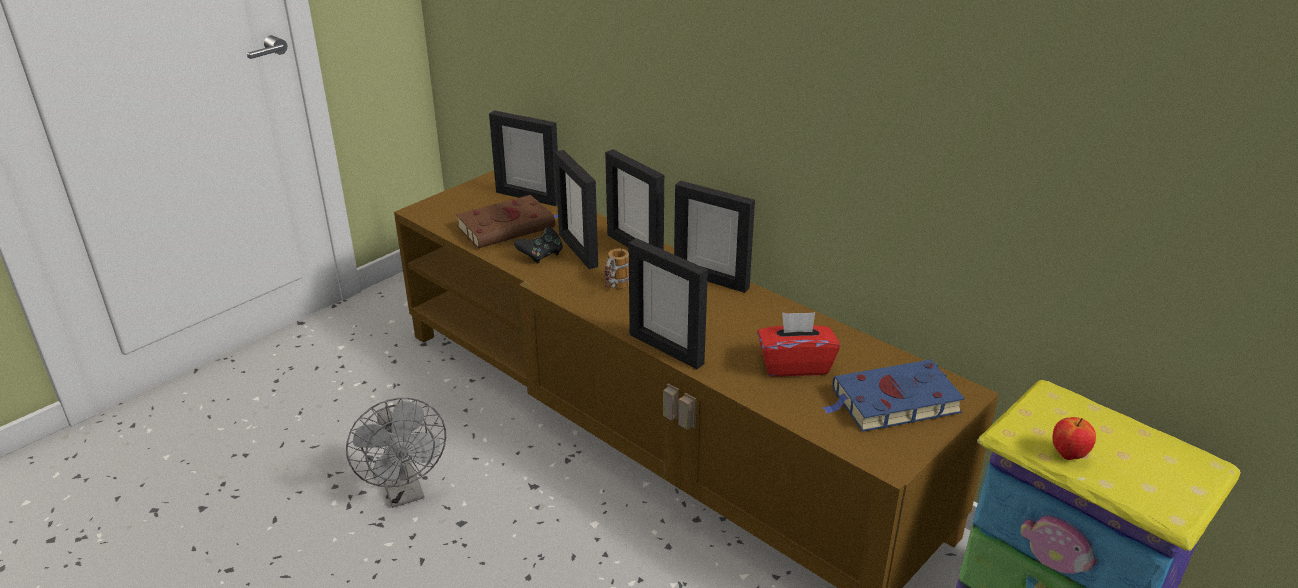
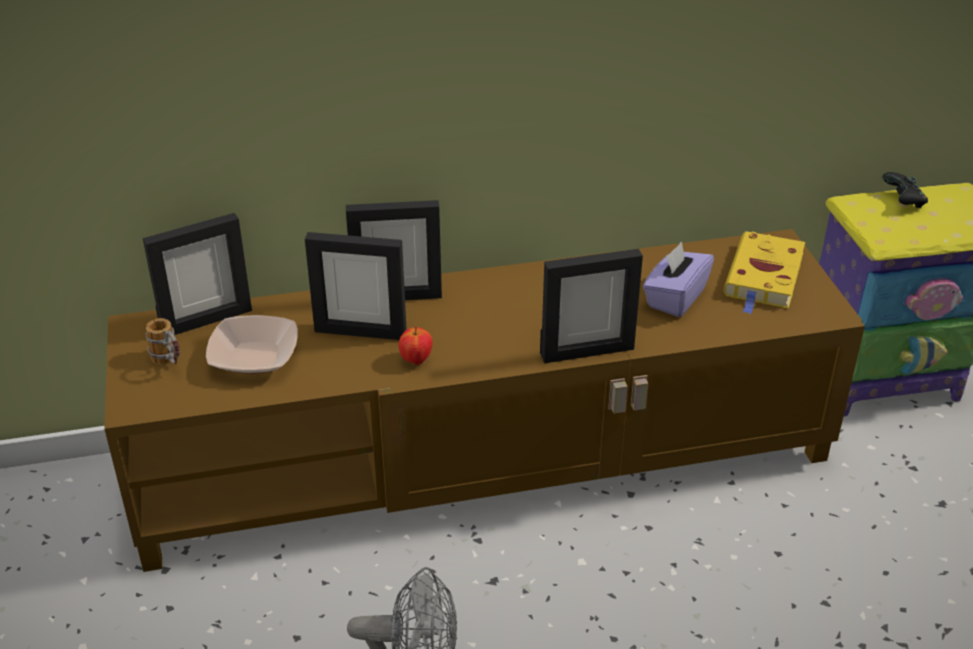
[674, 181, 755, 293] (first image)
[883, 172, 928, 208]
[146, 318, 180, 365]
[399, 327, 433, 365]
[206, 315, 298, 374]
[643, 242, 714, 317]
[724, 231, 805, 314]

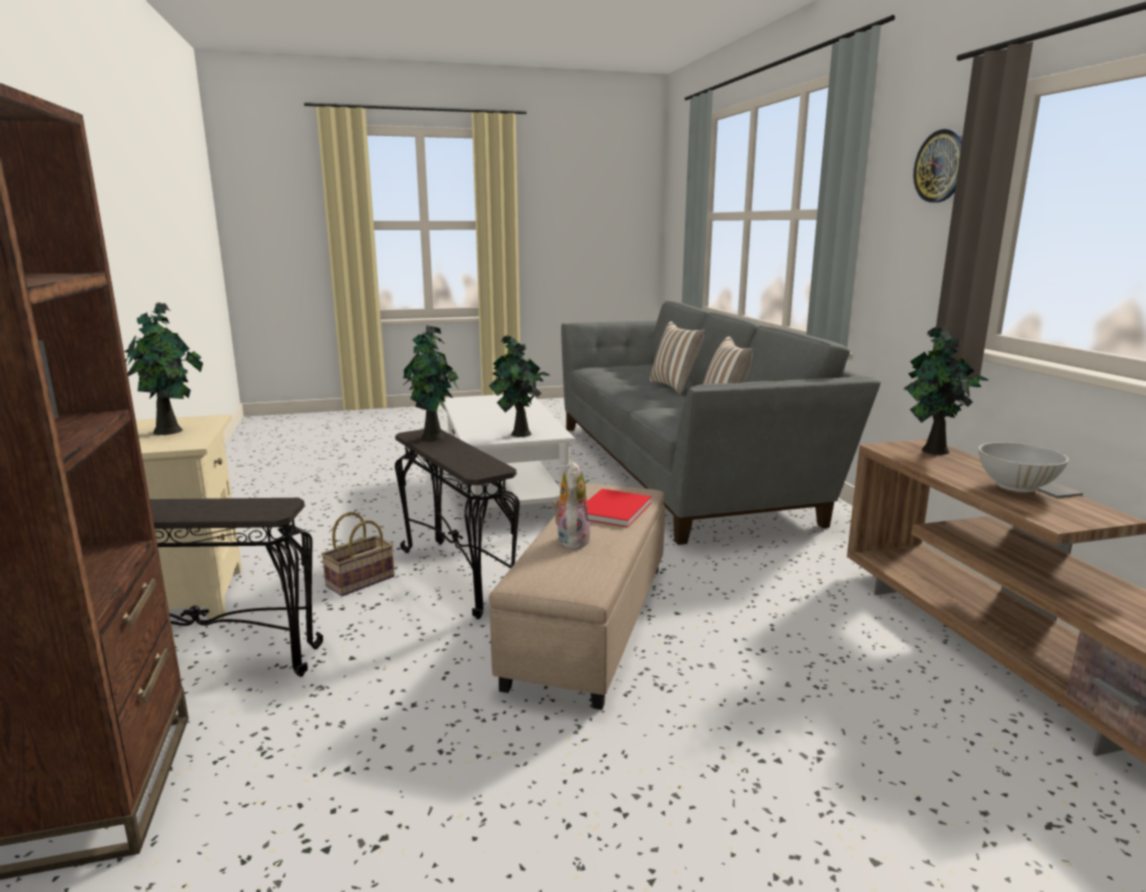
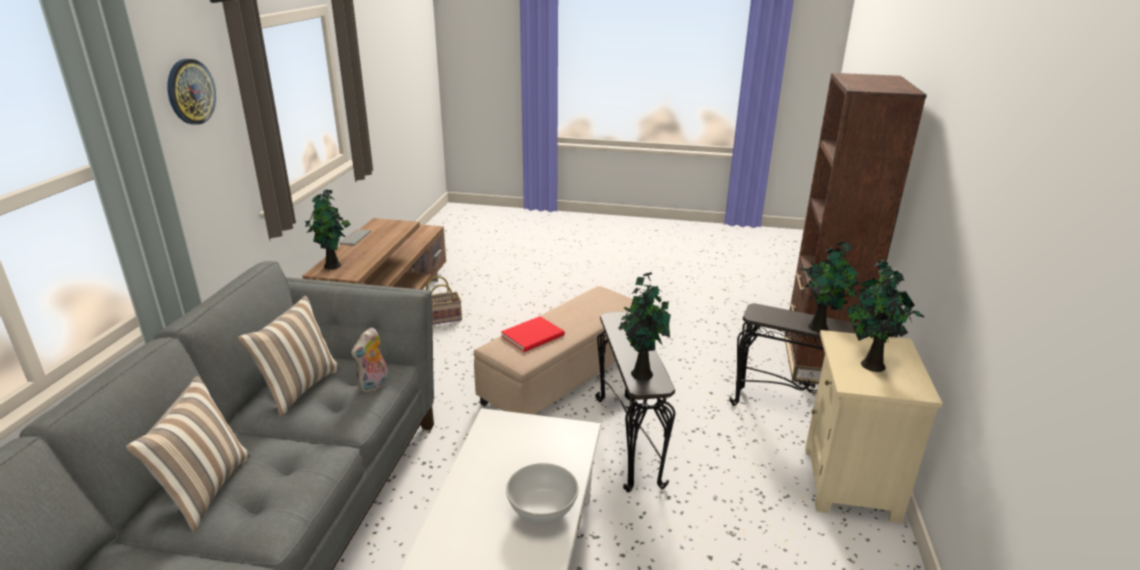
[426, 276, 462, 325]
[799, 242, 859, 332]
[351, 327, 389, 393]
[506, 463, 579, 524]

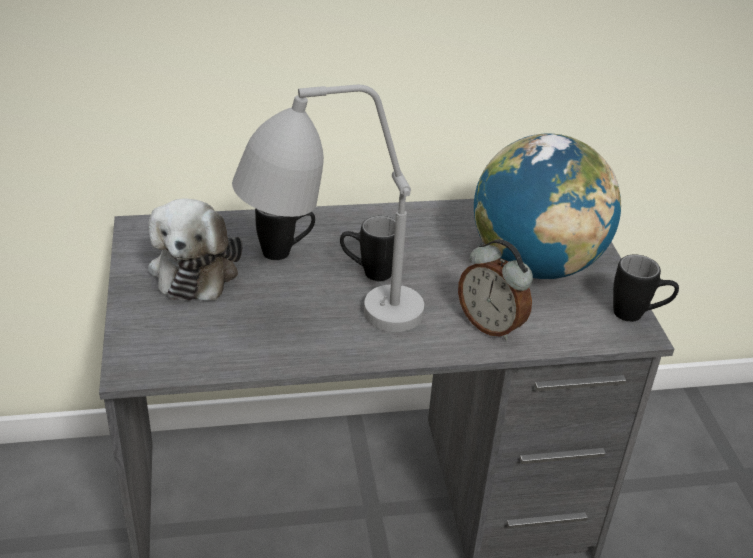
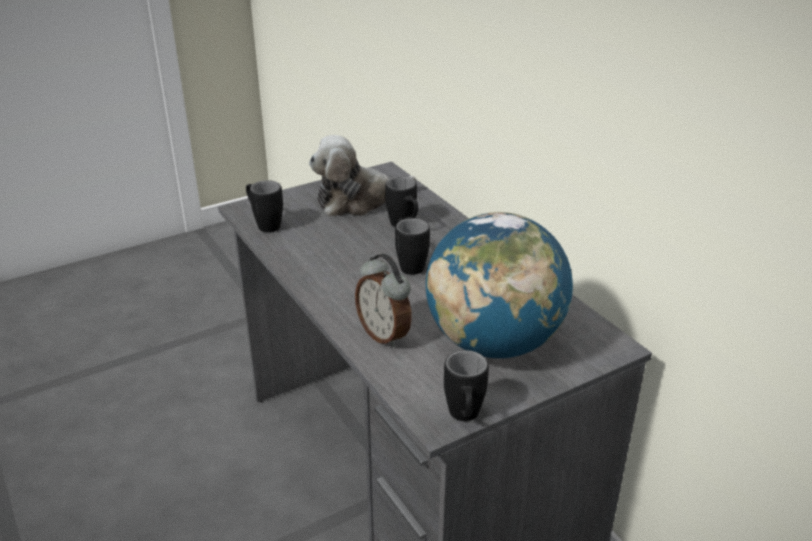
[232, 85, 424, 332] (first image)
[246, 180, 283, 233]
[355, 254, 412, 348]

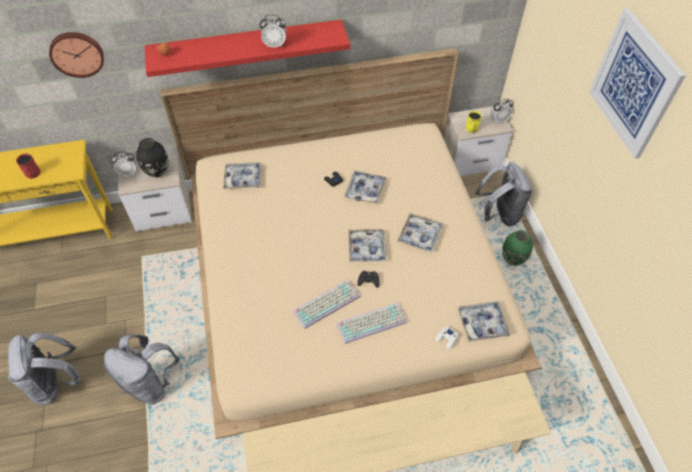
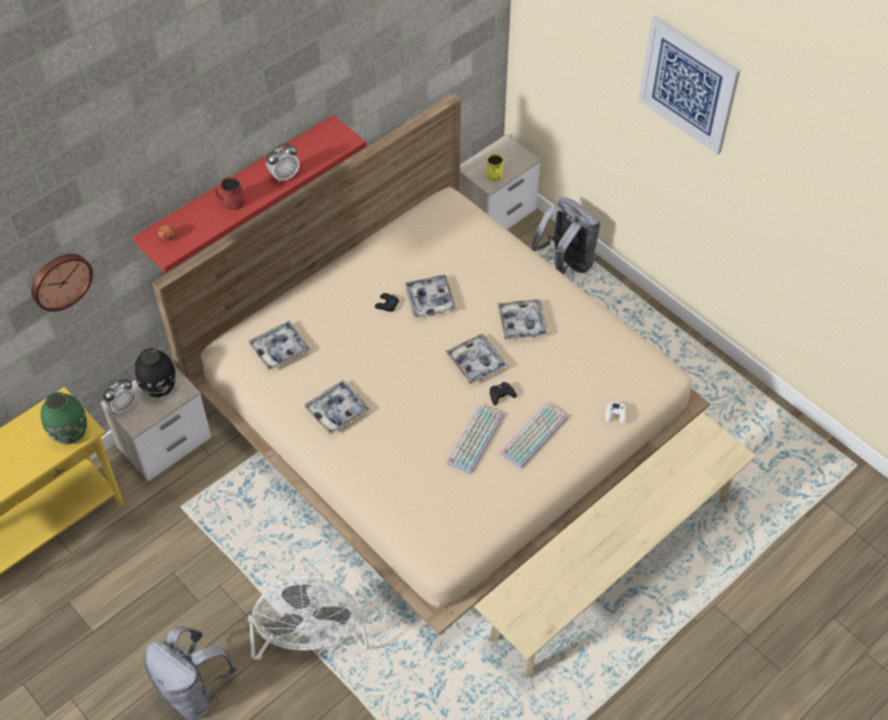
[490, 99, 513, 124] (first image)
[215, 177, 244, 210]
[304, 380, 370, 435]
[40, 392, 87, 445]
[249, 574, 369, 660]

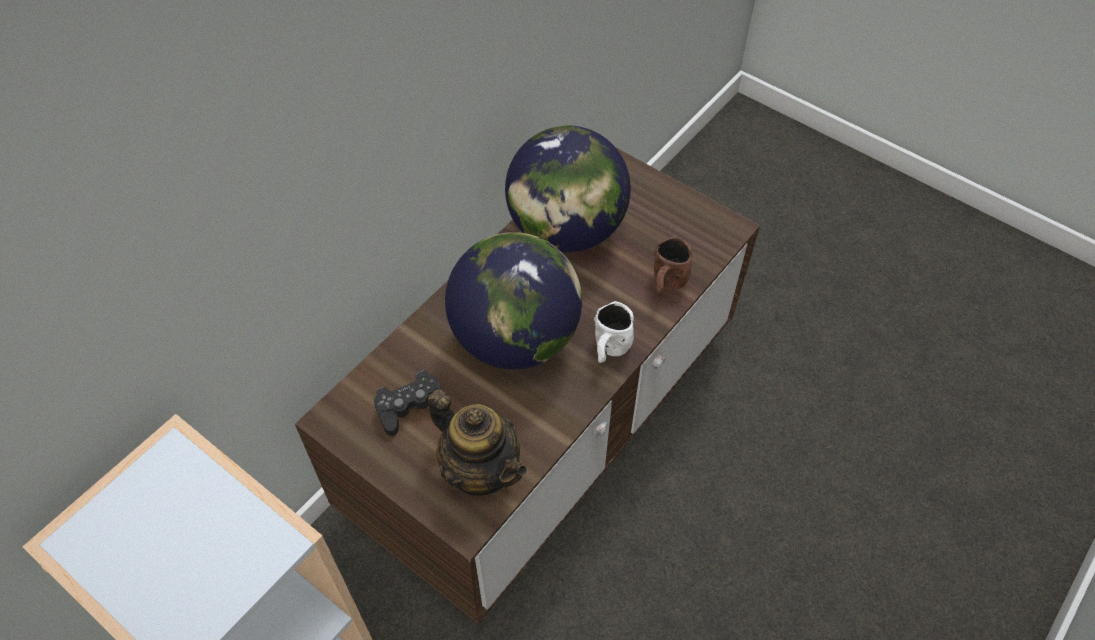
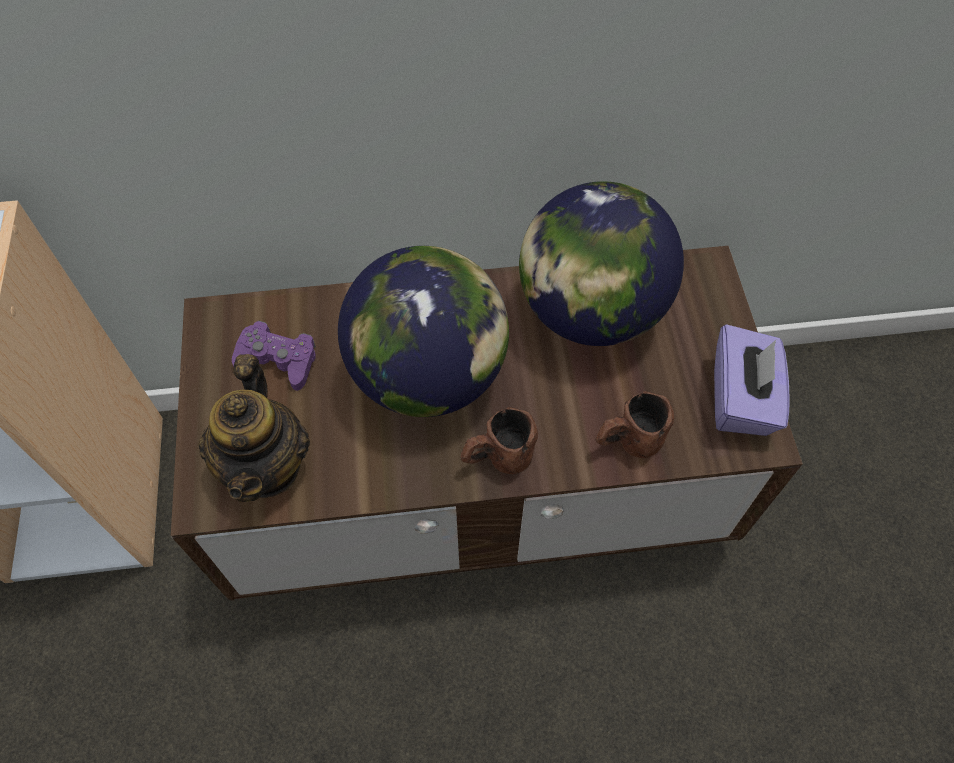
[714, 324, 789, 436]
[232, 321, 316, 391]
[461, 407, 538, 474]

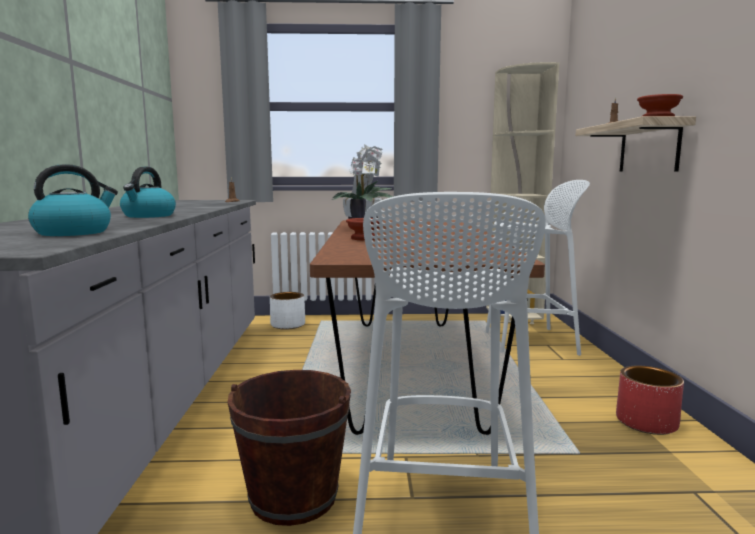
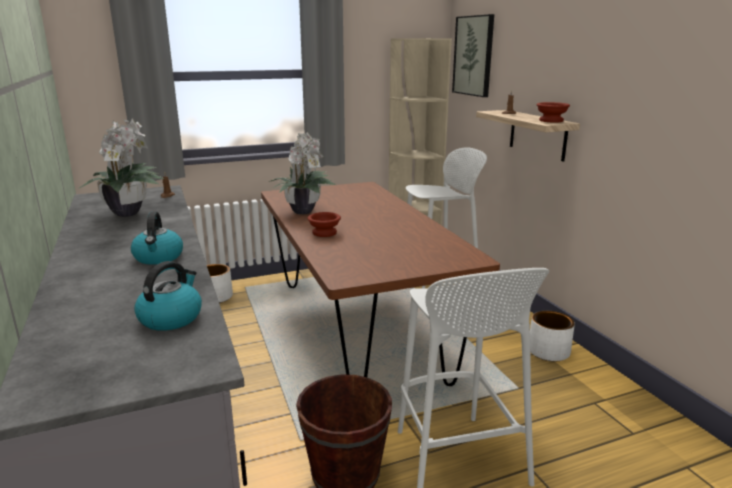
[78, 118, 164, 217]
[452, 14, 494, 97]
[530, 311, 575, 362]

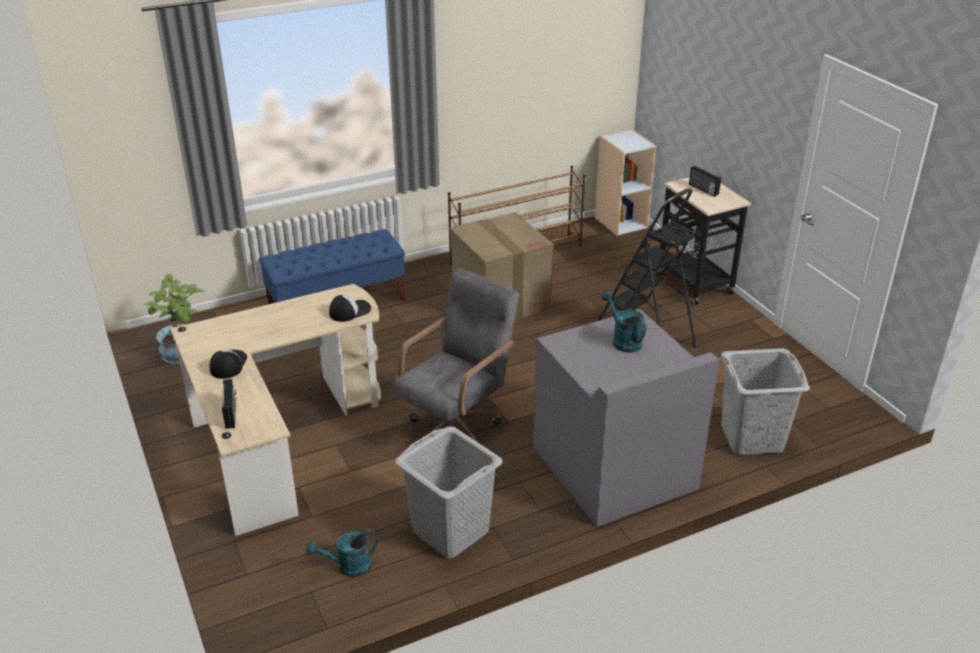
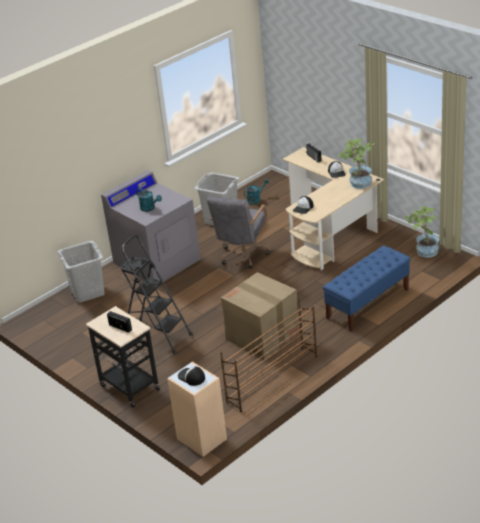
[178, 366, 205, 386]
[338, 139, 375, 189]

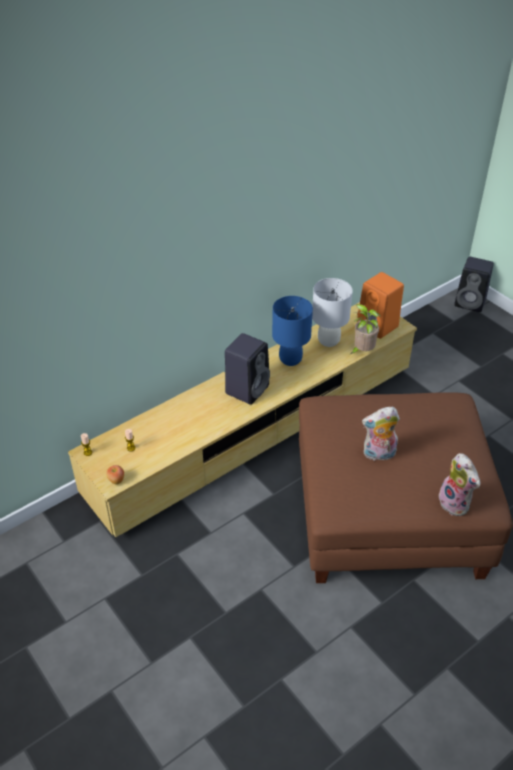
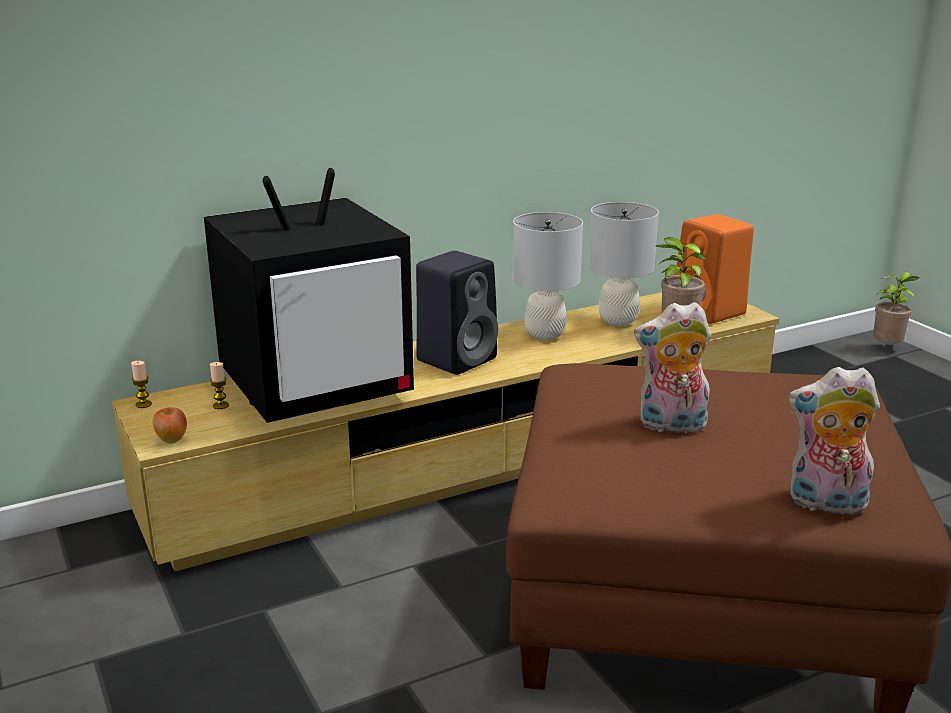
[204, 168, 414, 423]
[873, 272, 920, 343]
[513, 212, 583, 340]
[788, 367, 880, 515]

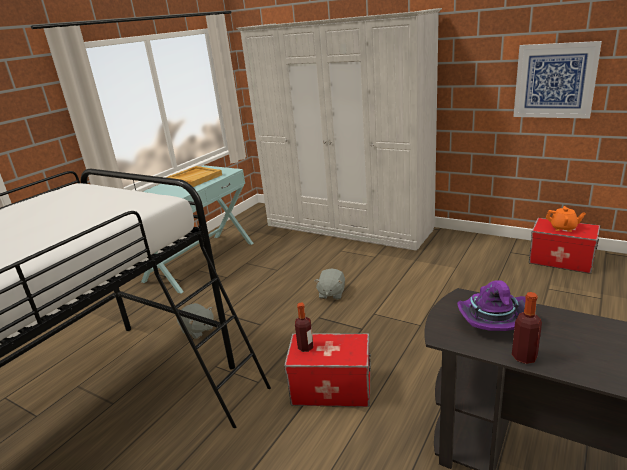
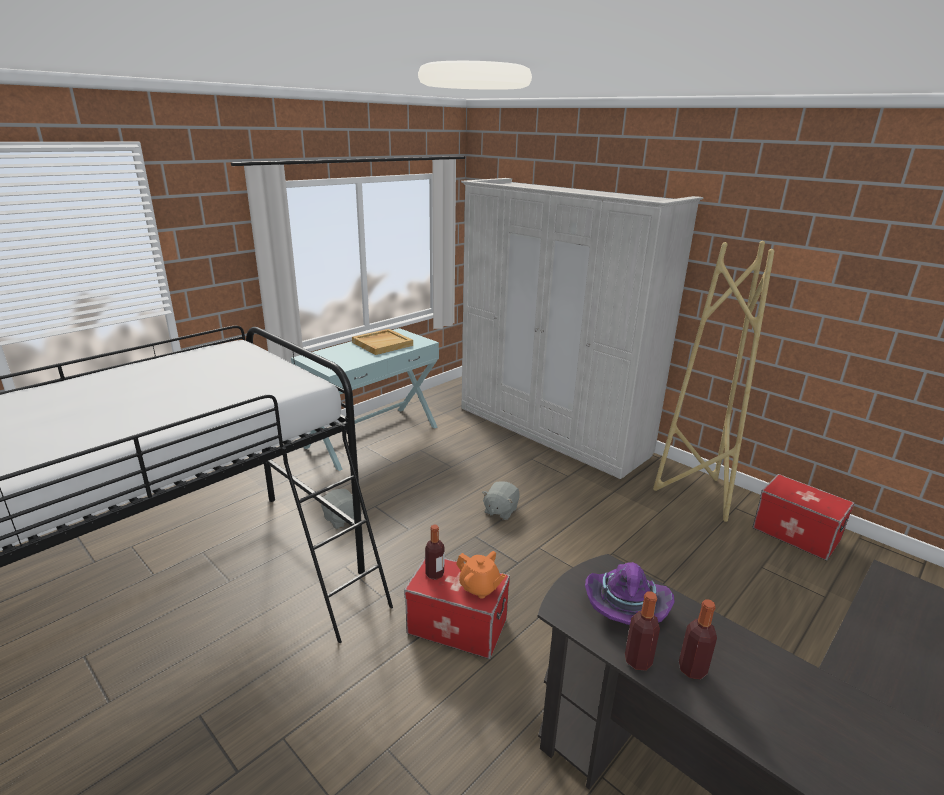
[513, 41, 602, 119] (first image)
[653, 241, 774, 522]
[679, 599, 717, 679]
[456, 551, 506, 599]

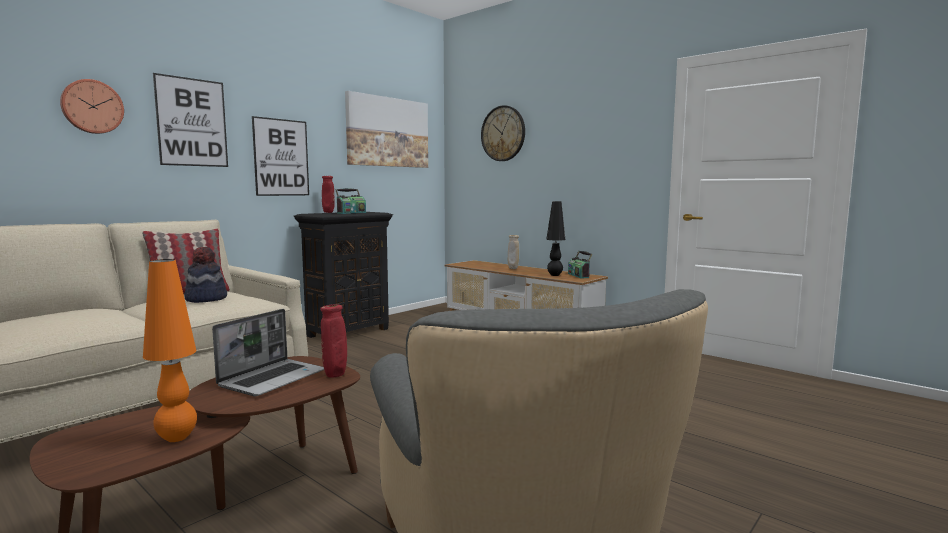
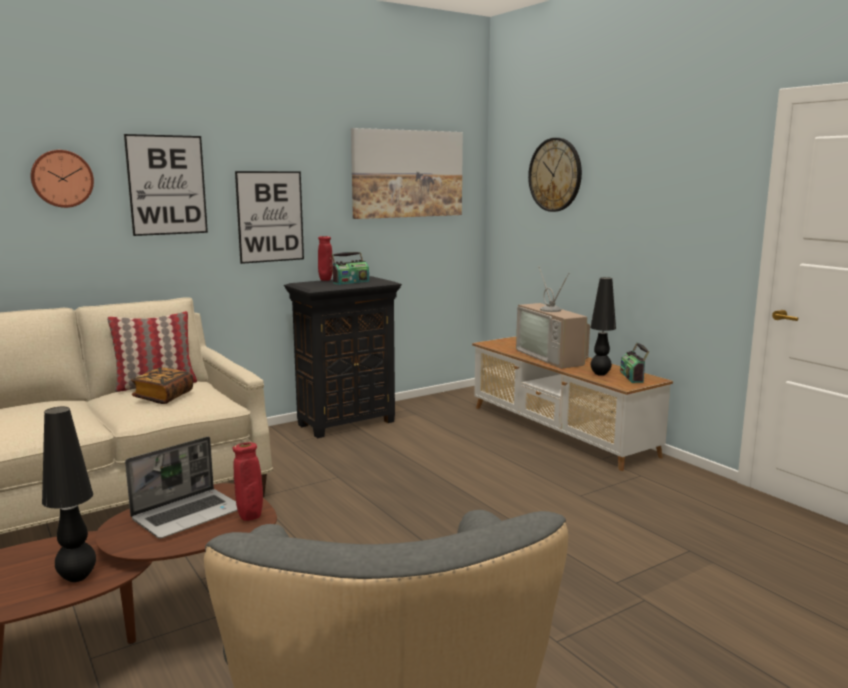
[131, 367, 193, 404]
[516, 267, 590, 369]
[42, 407, 96, 582]

